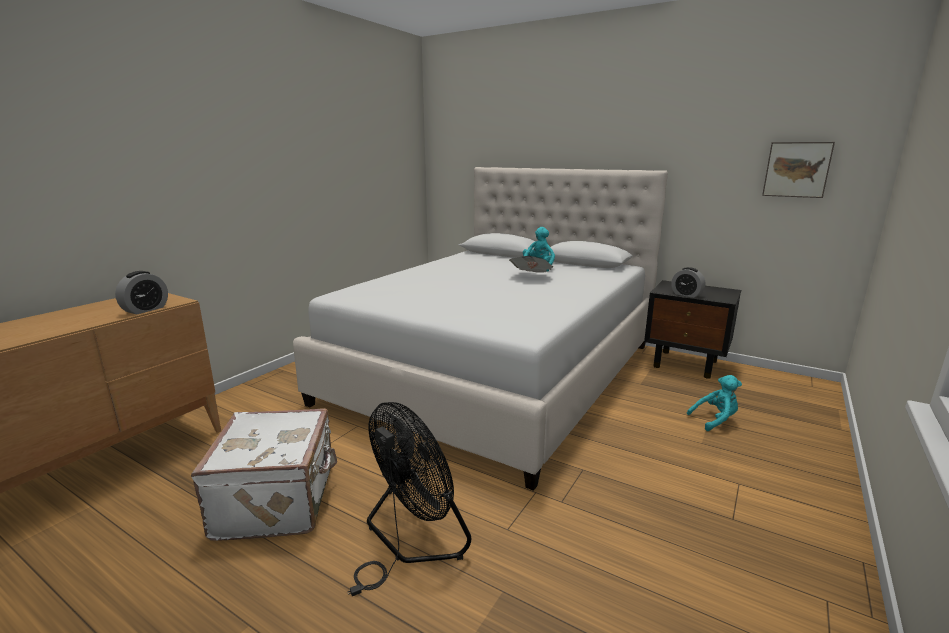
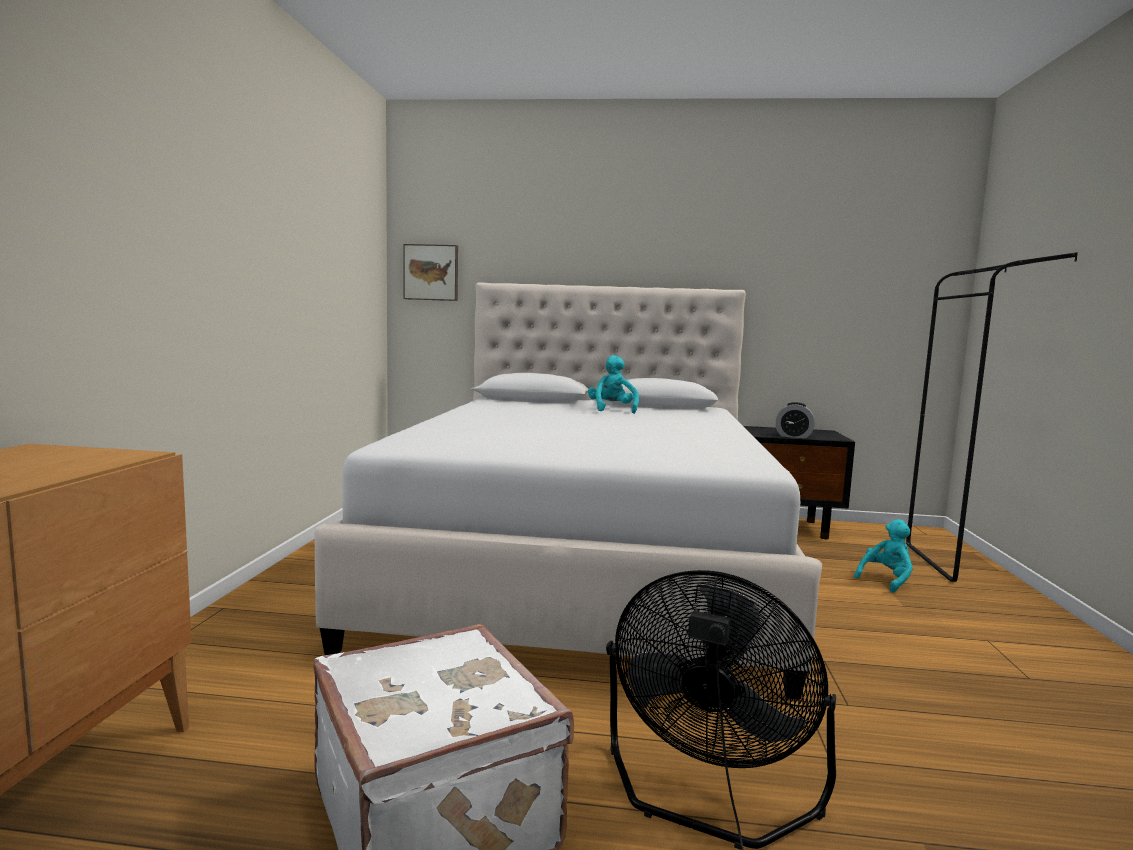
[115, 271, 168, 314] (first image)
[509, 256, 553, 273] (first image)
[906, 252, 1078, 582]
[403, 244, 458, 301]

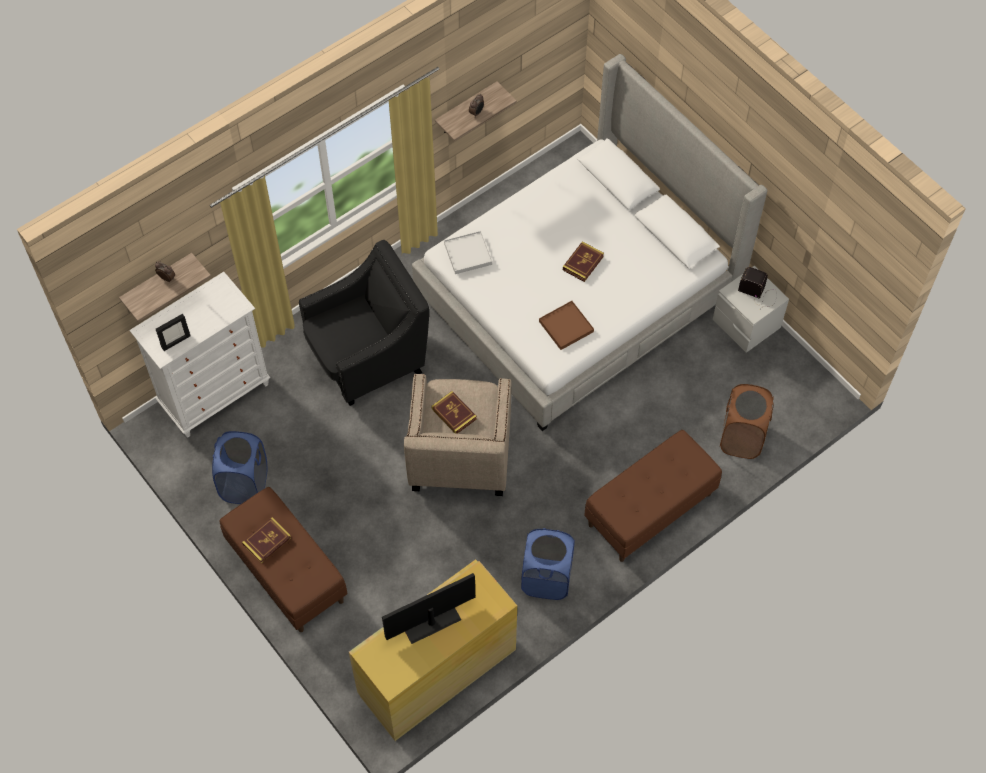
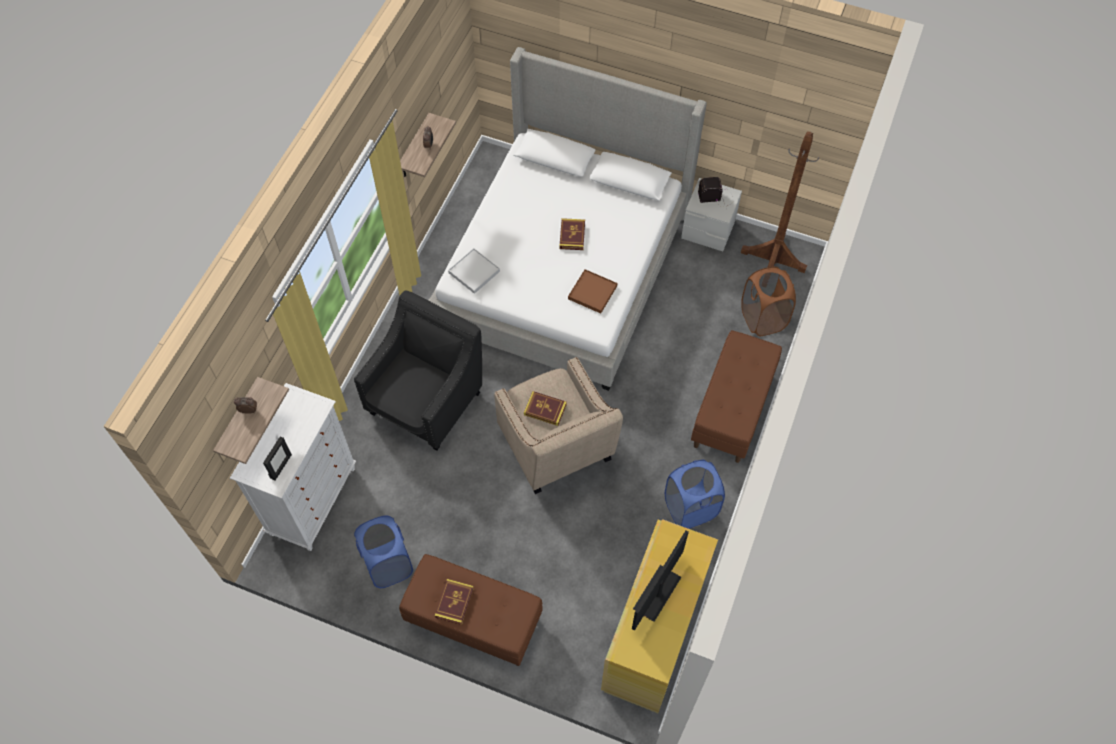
[741, 131, 819, 273]

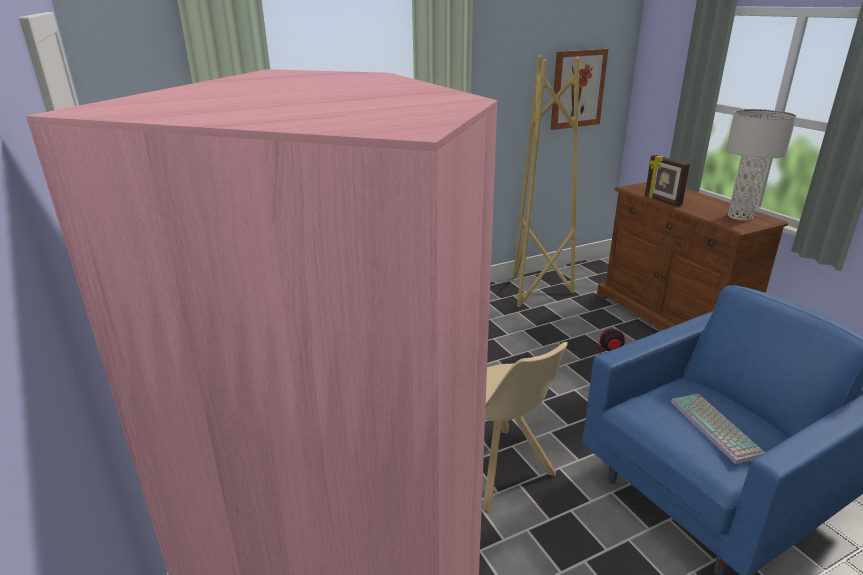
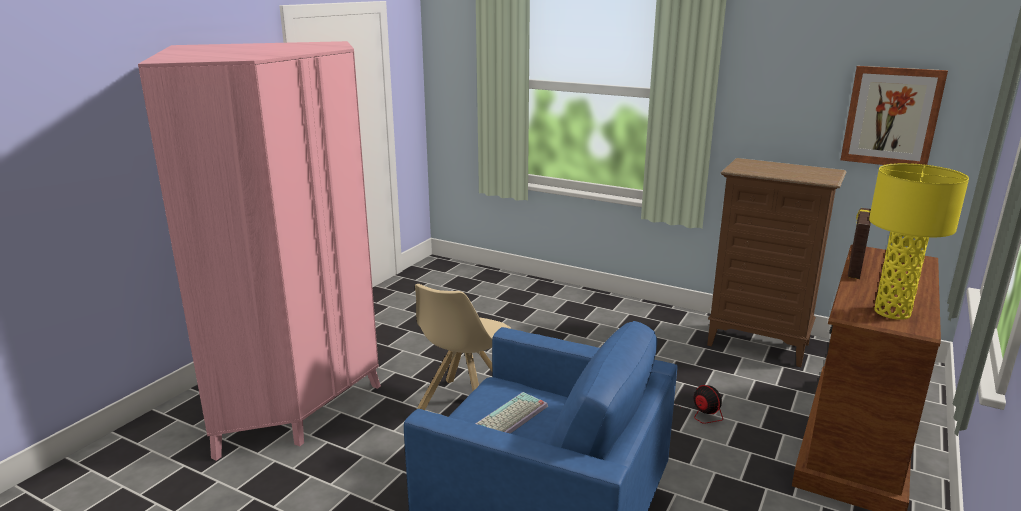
[707, 158, 847, 367]
[869, 163, 969, 320]

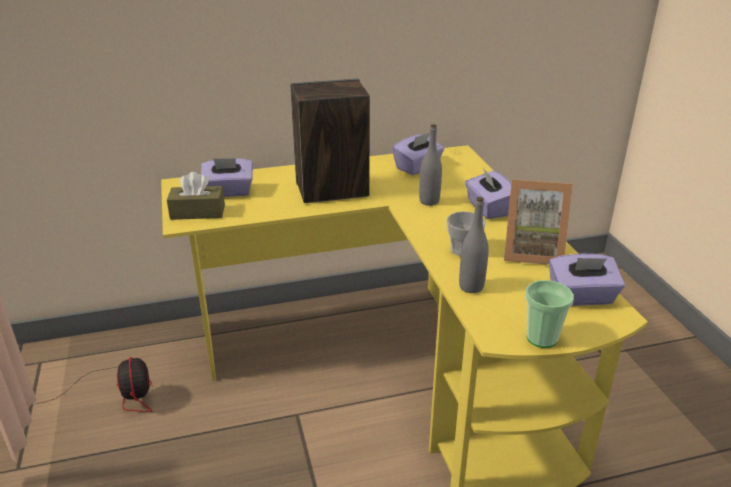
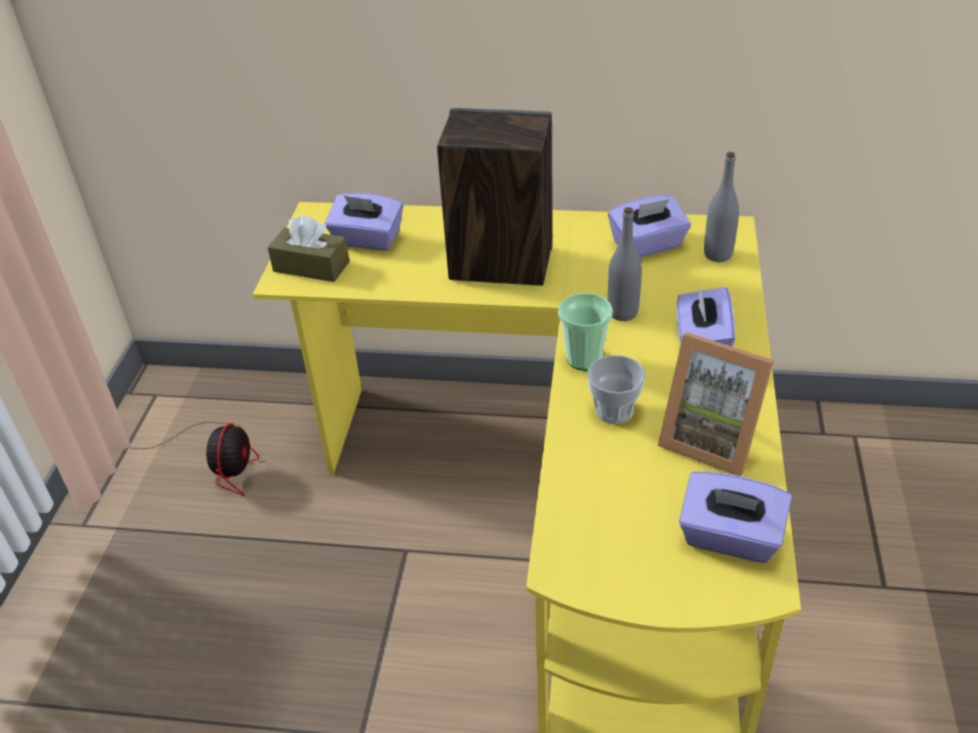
[704, 152, 739, 262]
[558, 293, 613, 371]

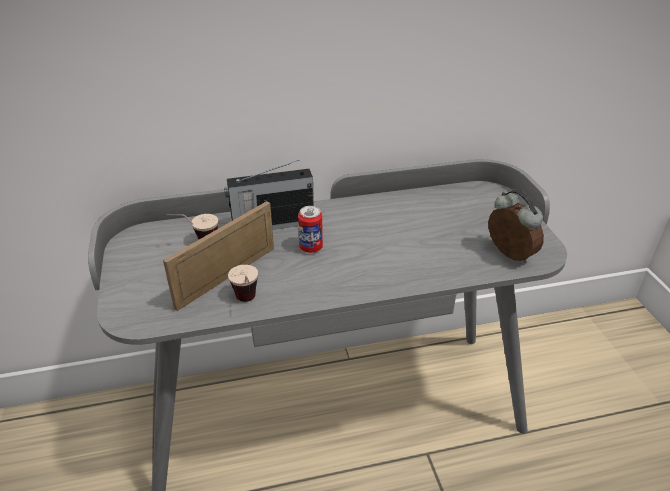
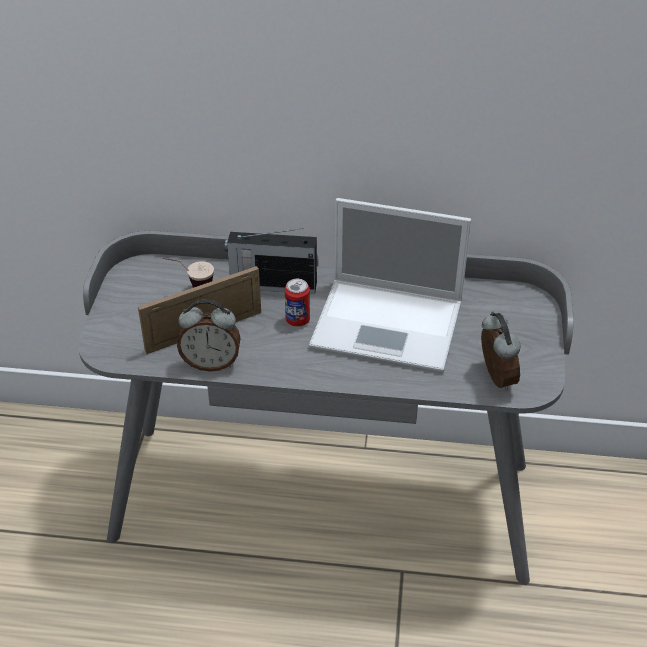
[309, 198, 471, 373]
[177, 299, 241, 372]

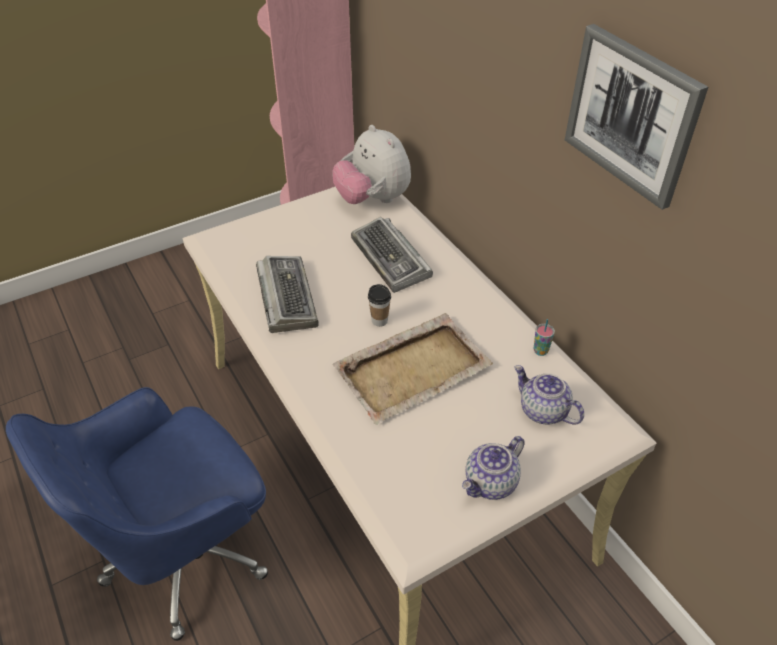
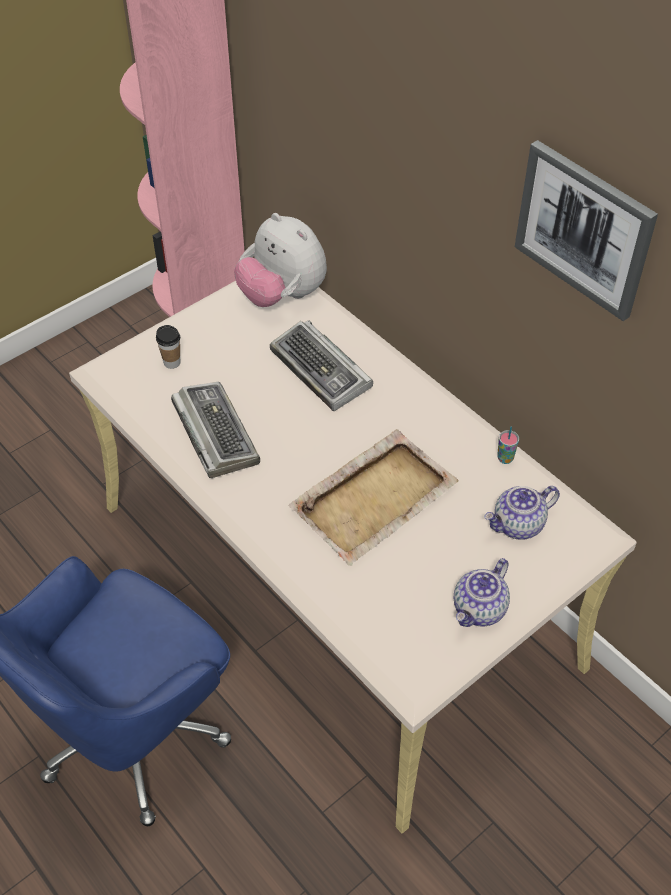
[156, 325, 181, 369]
[484, 486, 560, 540]

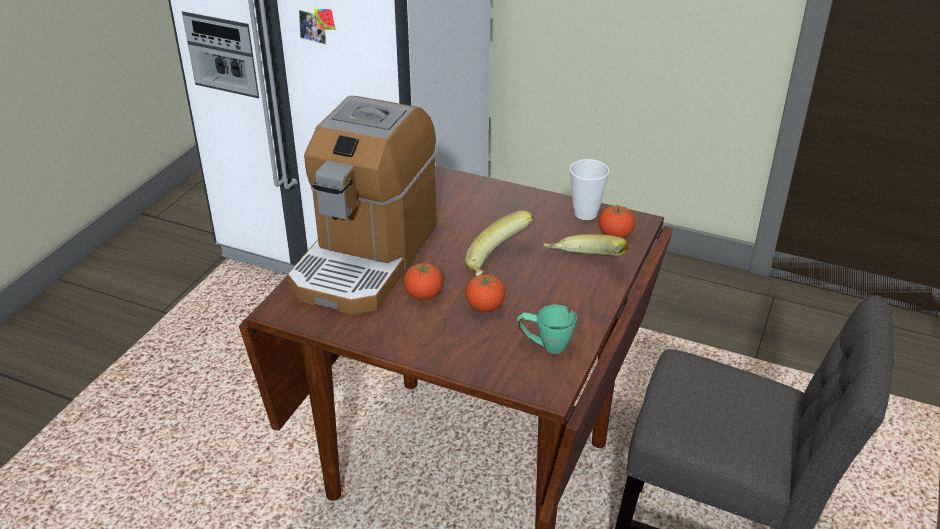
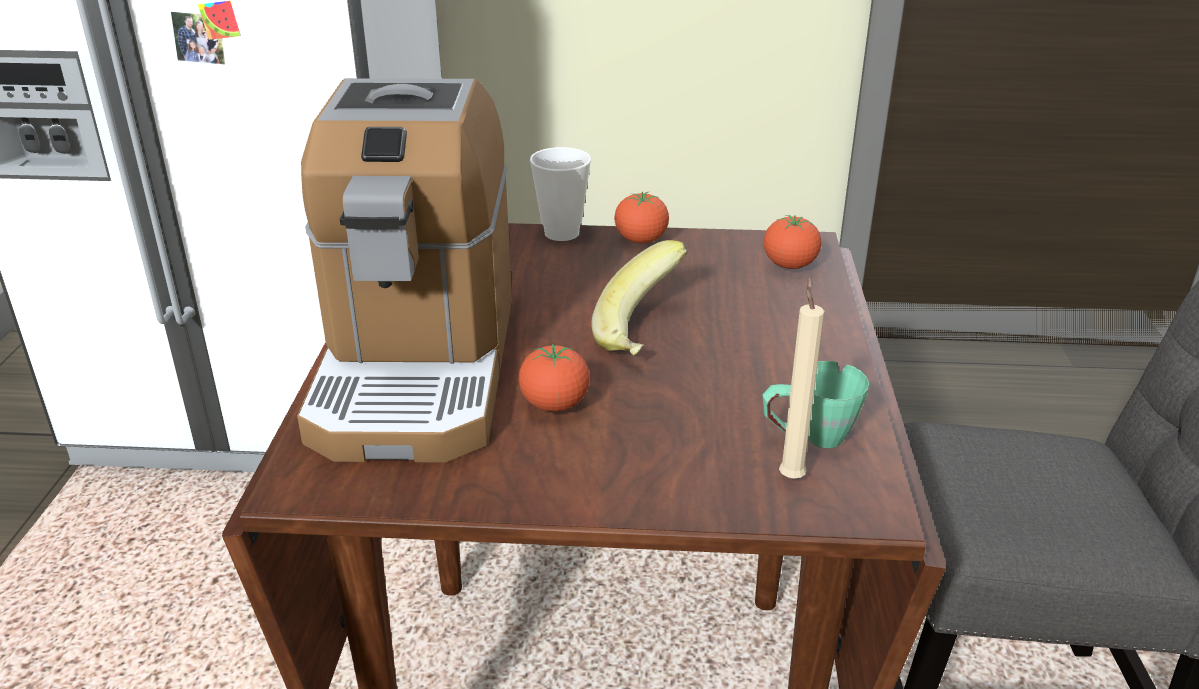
[543, 234, 628, 256] (first image)
[779, 277, 824, 479]
[614, 192, 669, 243]
[530, 147, 591, 241]

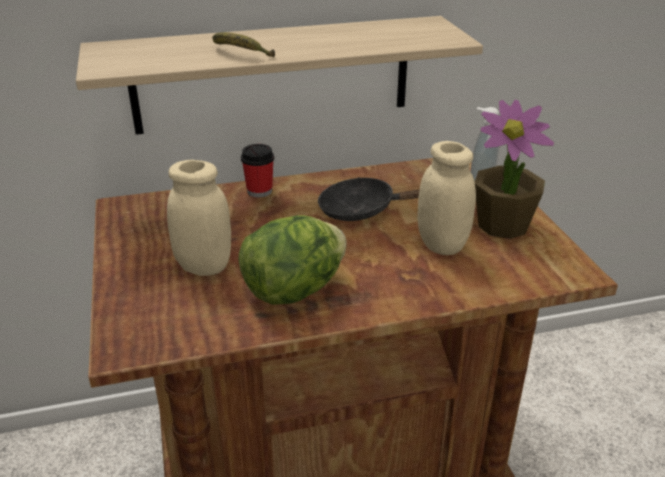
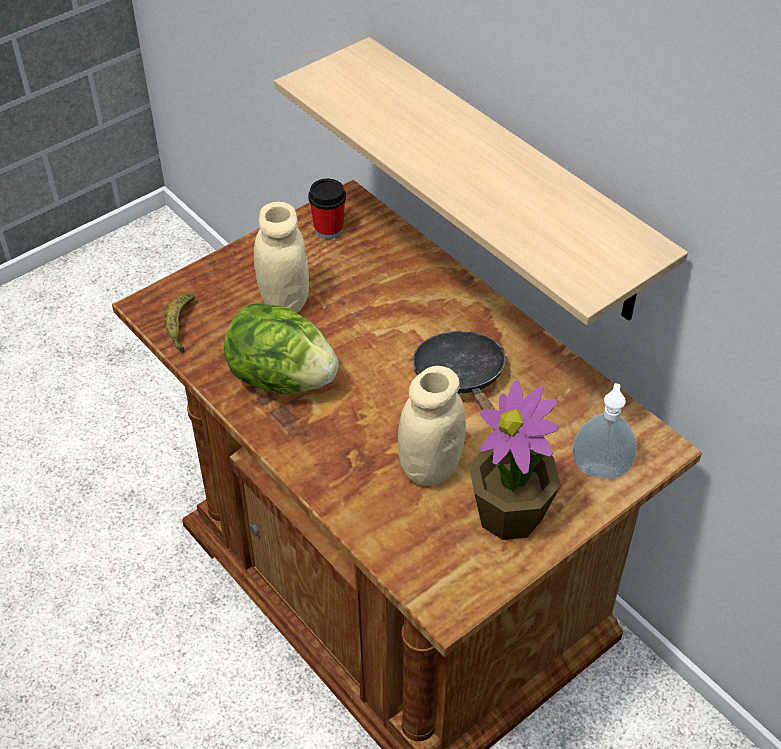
[165, 293, 195, 353]
[308, 179, 346, 239]

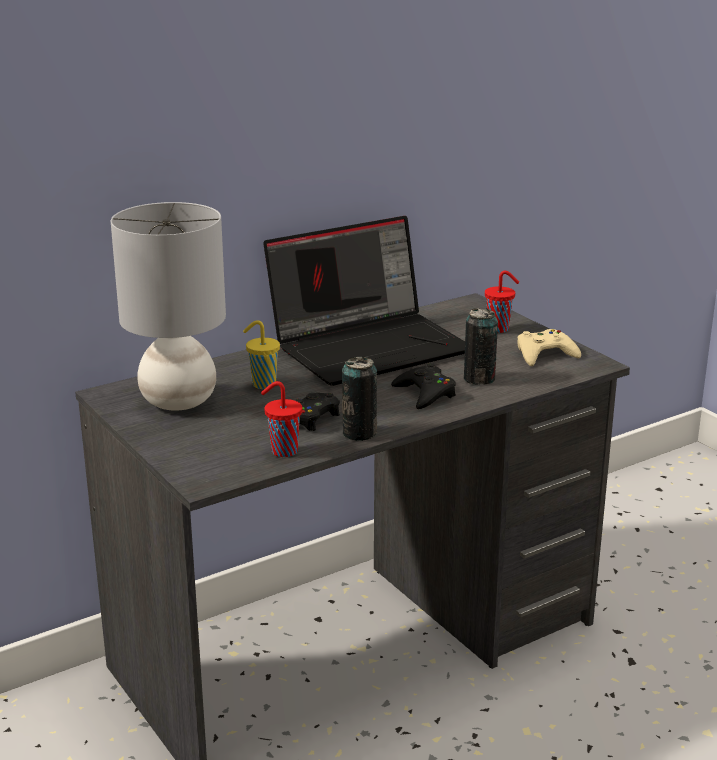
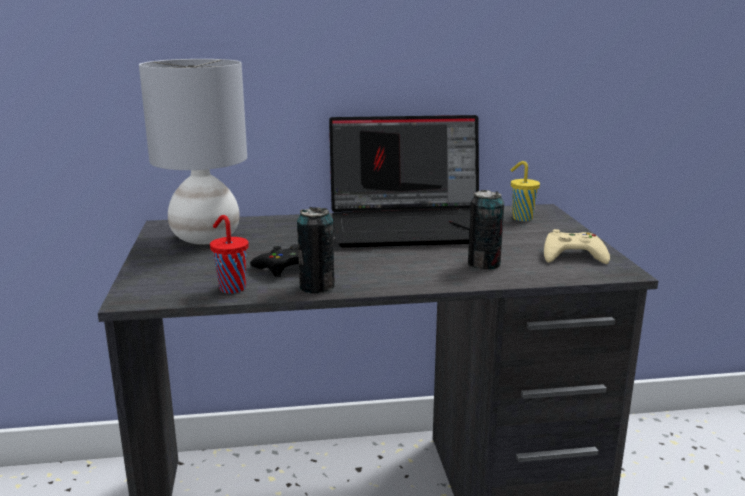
[391, 363, 456, 409] (first image)
[485, 271, 519, 333] (first image)
[511, 161, 540, 221]

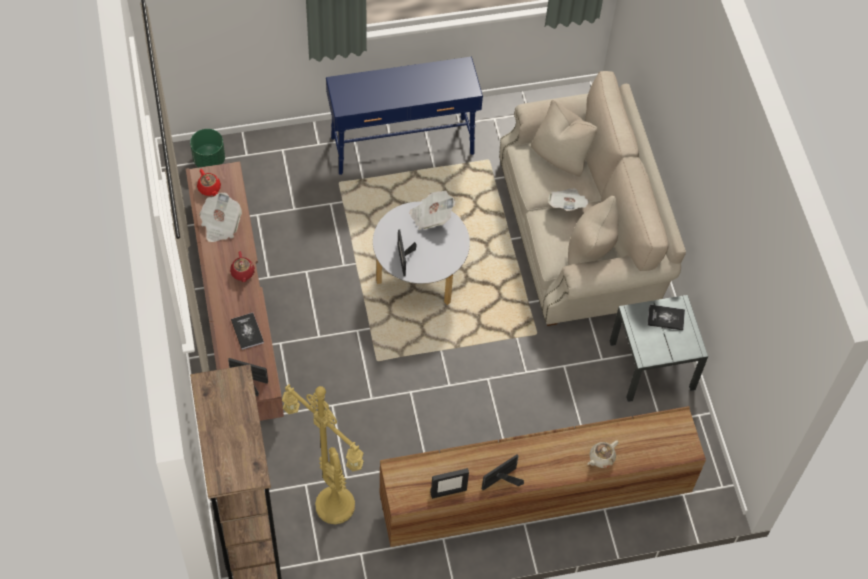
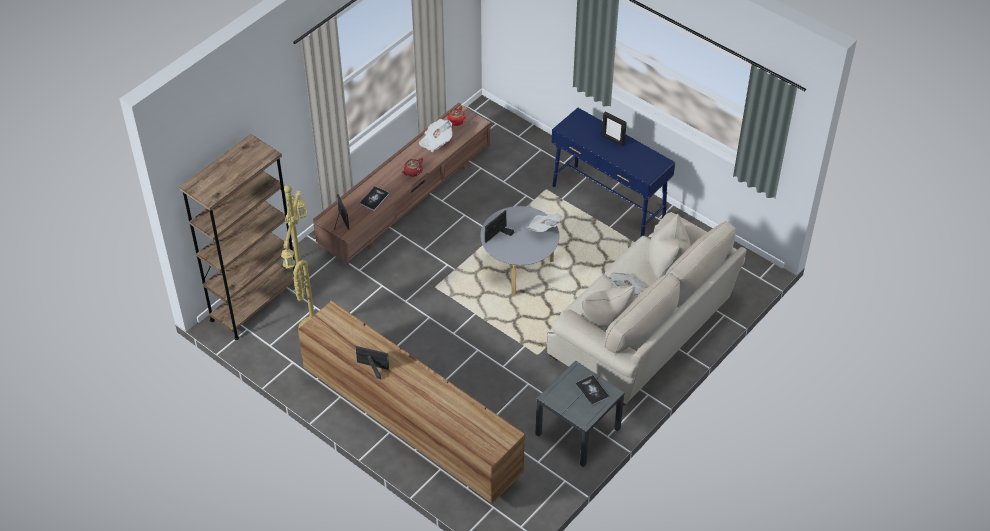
[190, 129, 225, 168] (first image)
[587, 440, 618, 468] (first image)
[602, 111, 627, 147]

